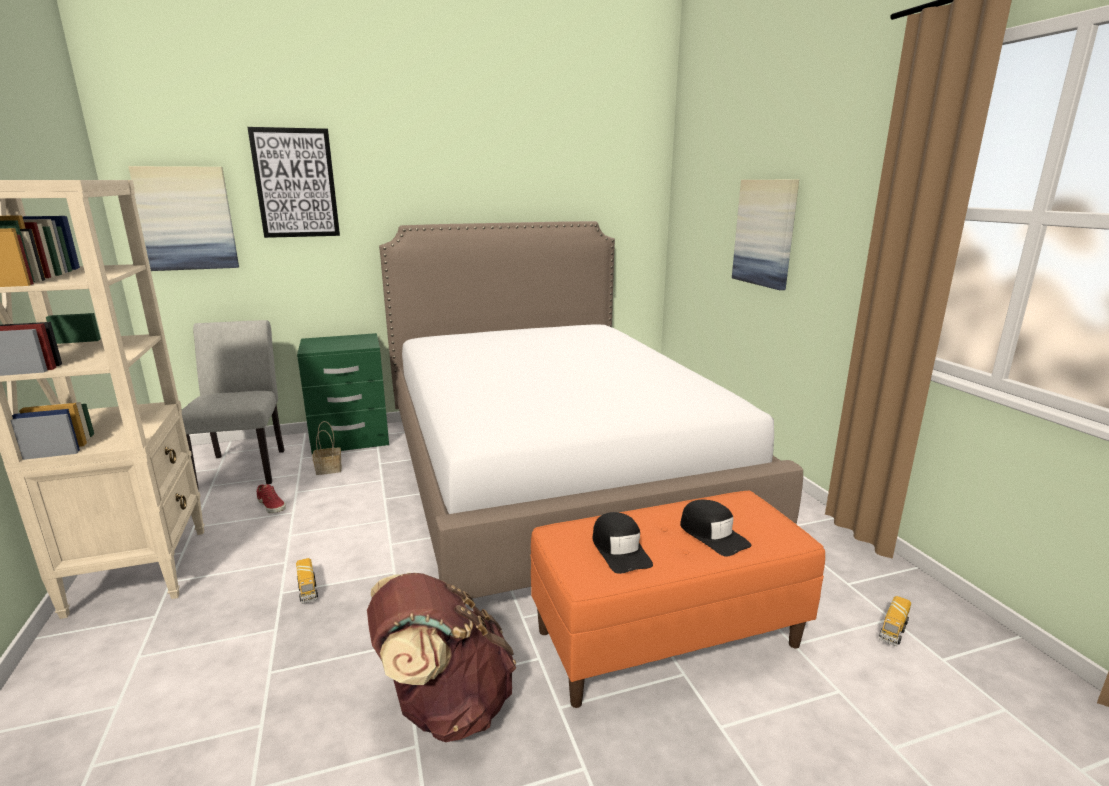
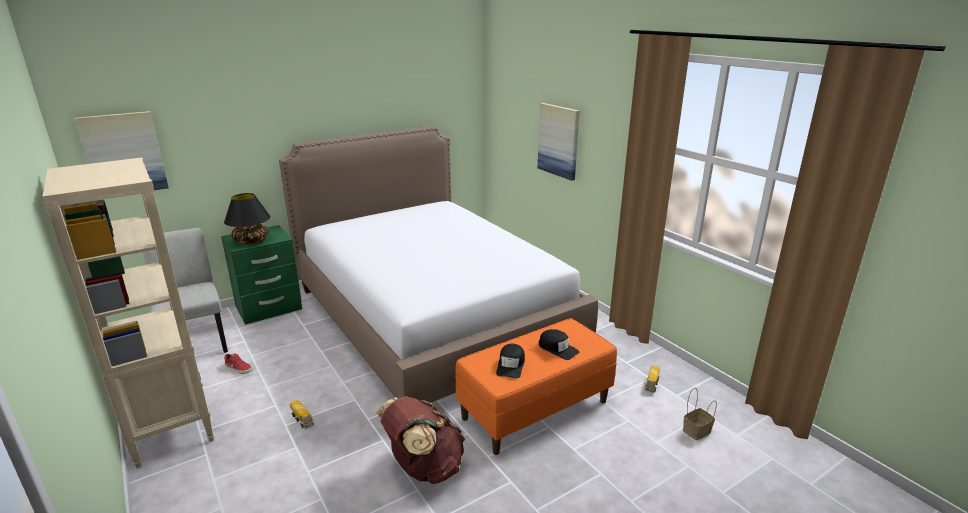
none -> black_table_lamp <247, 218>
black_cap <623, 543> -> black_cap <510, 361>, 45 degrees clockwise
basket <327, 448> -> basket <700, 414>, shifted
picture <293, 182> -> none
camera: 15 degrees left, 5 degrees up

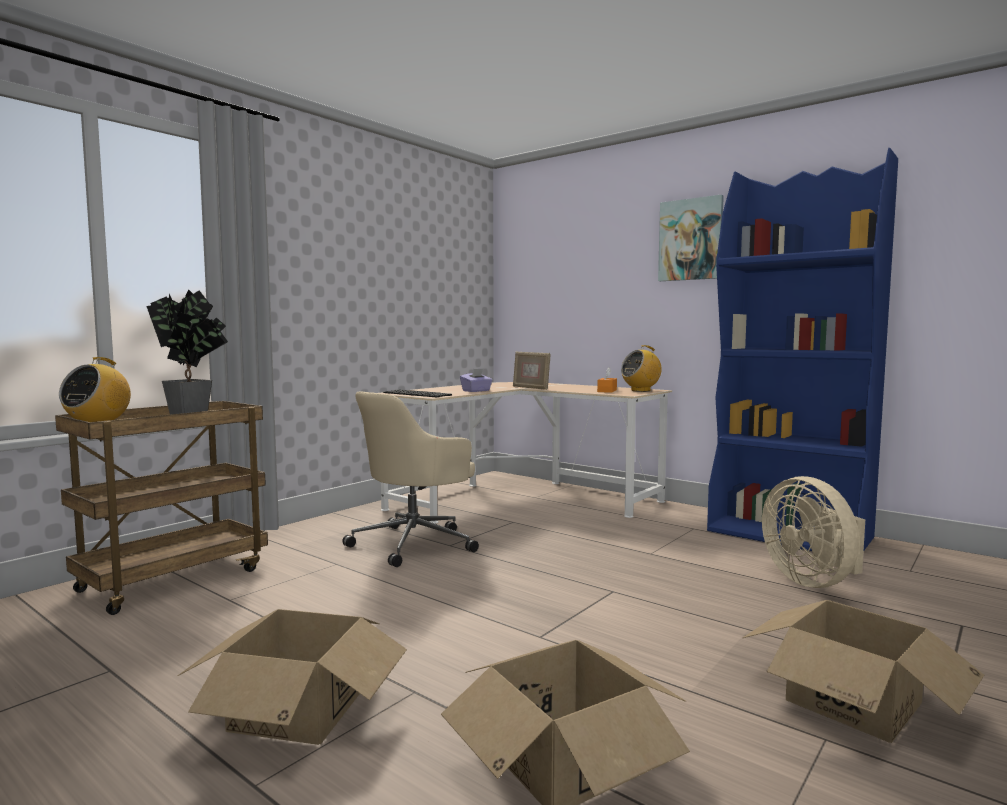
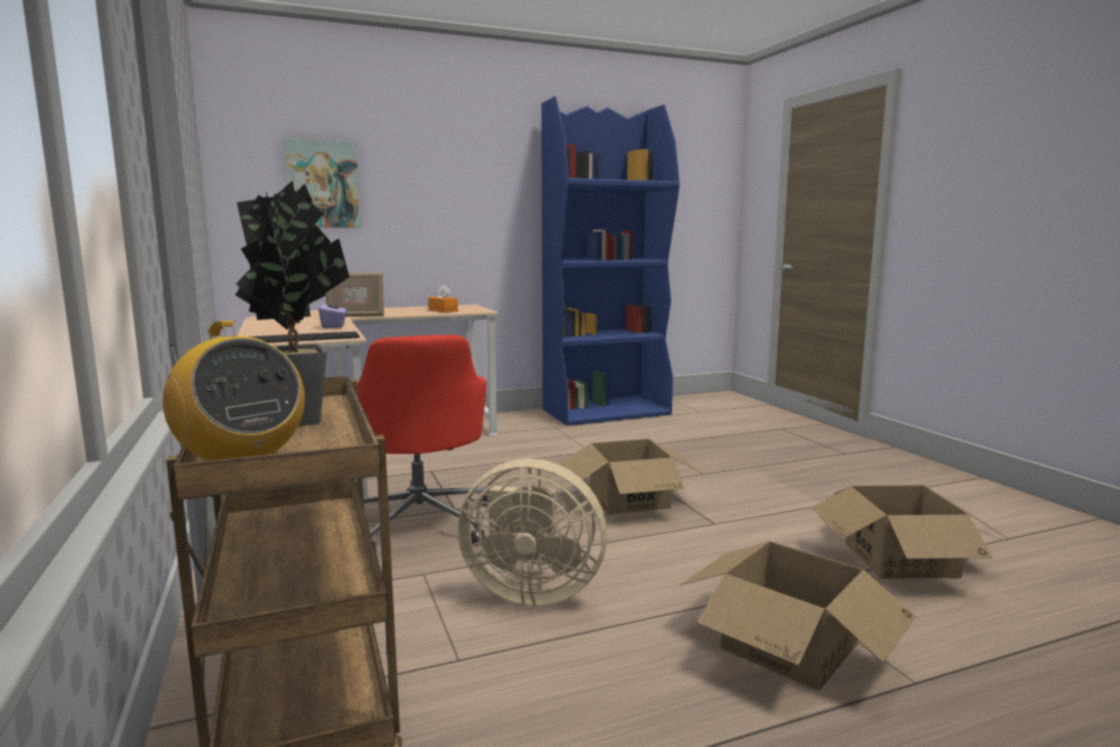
picture <691, 238> -> picture <322, 183>, shifted
beige_office_chair <411, 479> -> red_office_chair <423, 443>
beige_fan <813, 532> -> beige_fan <532, 532>, shifted
cardboard_box <863, 671> -> cardboard_box <631, 476>, shifted
radio <641, 368> -> none
camera: 60 degrees left, 5 degrees up

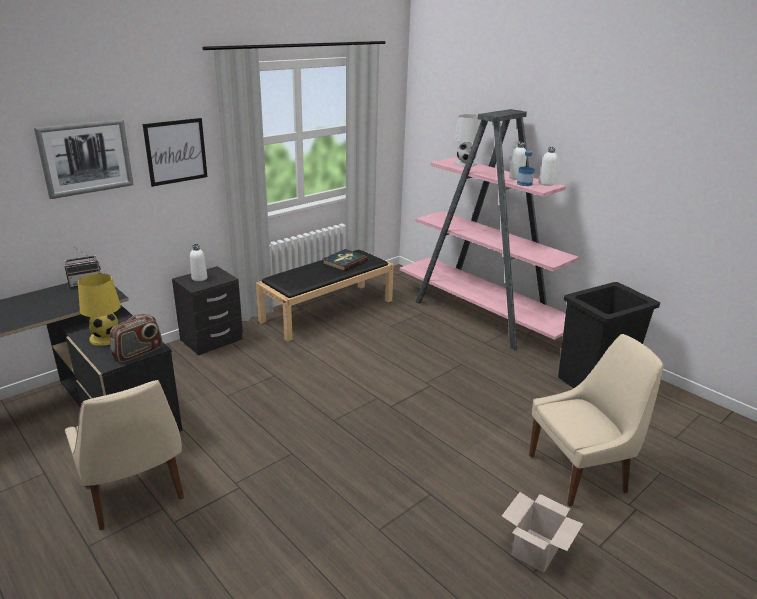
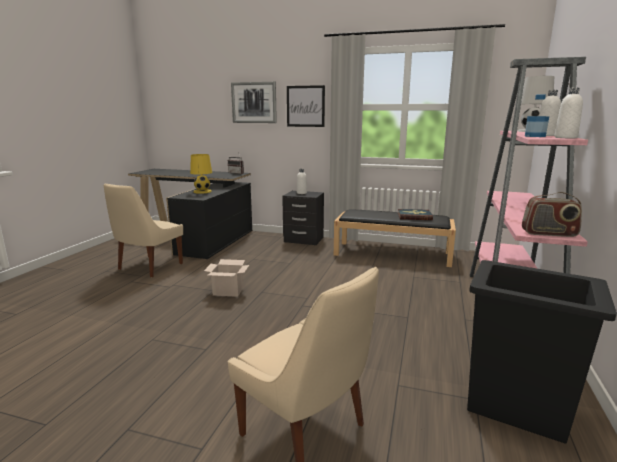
cardboard_box <542, 532> -> cardboard_box <226, 278>, shifted
radio <136, 338> -> radio <552, 214>, shifted
camera: 60 degrees right, 10 degrees down

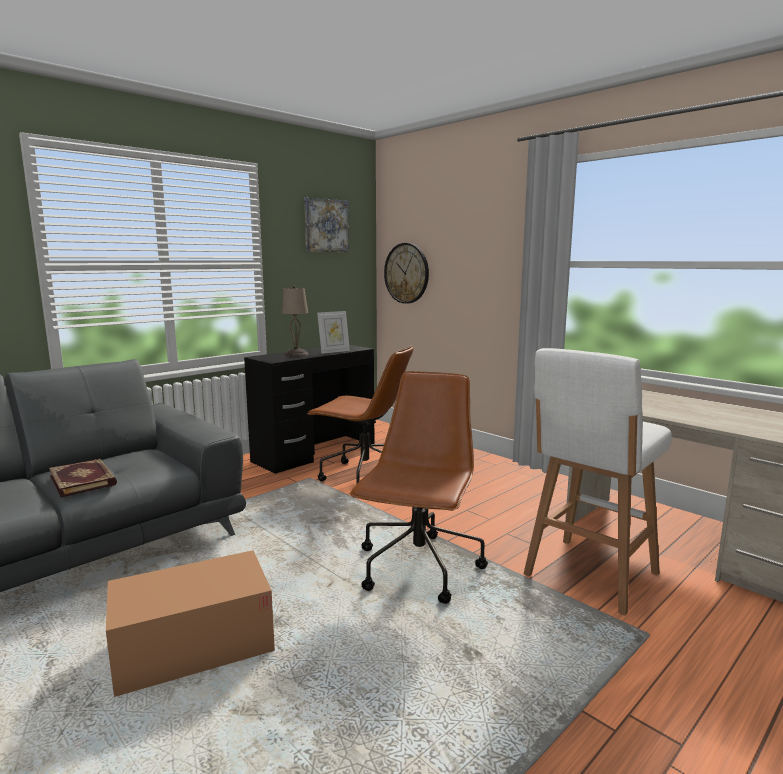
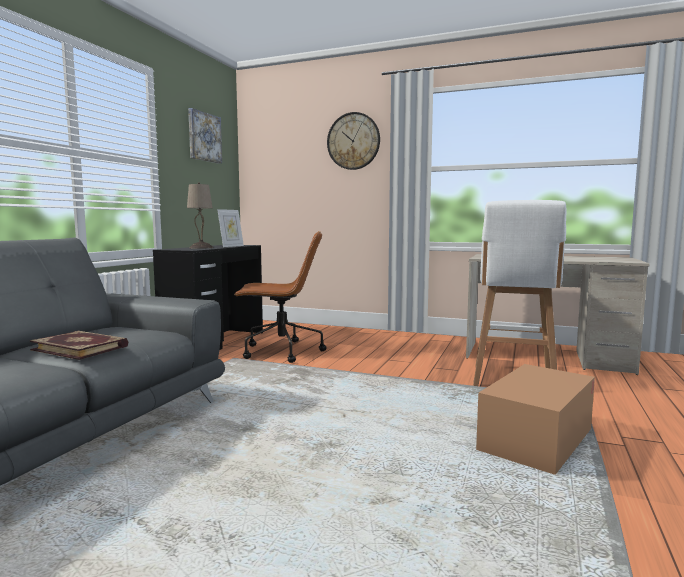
wall_clock <406, 273> -> wall_clock <353, 141>, shifted
cardboard_box <190, 623> -> cardboard_box <535, 419>, shifted
brown_office_chair <419, 487> -> none
camera: 25 degrees left, 5 degrees down

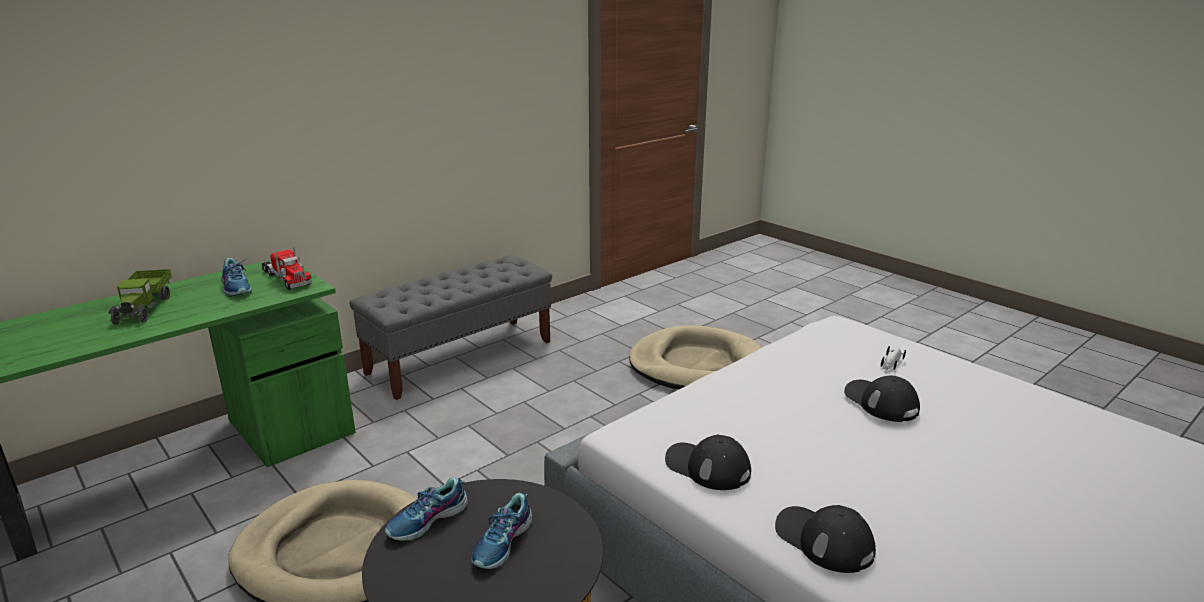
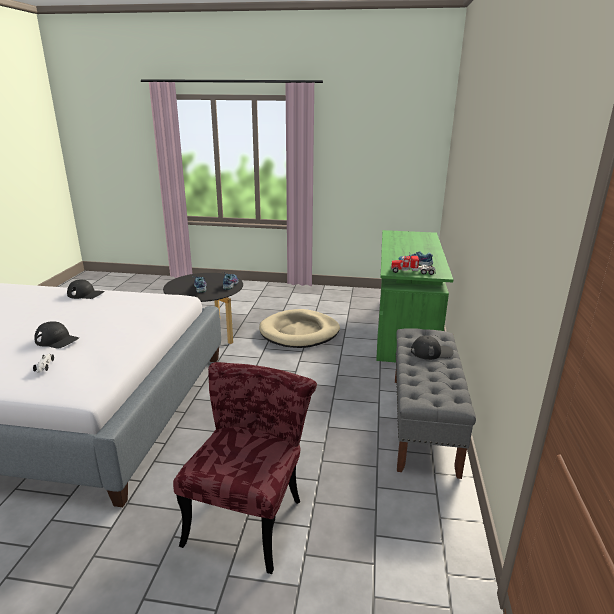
beige_dog_bed <695, 357> -> red_chair <245, 468>
black_cap <708, 462> -> black_cap <432, 347>, shifted
toy_truck <140, 296> -> none
camera: 140 degrees right, 0 degrees up

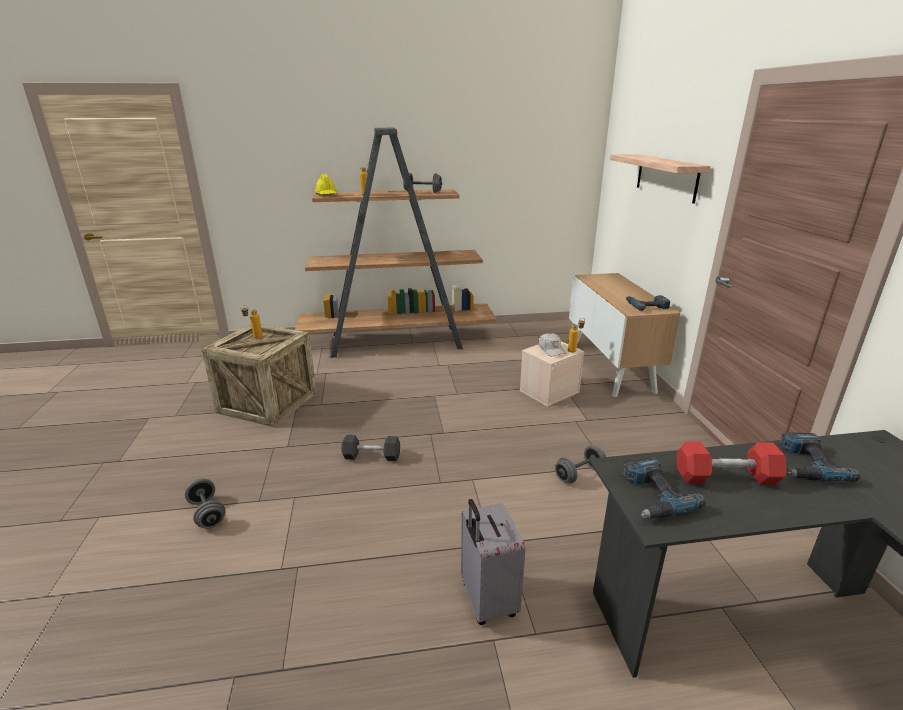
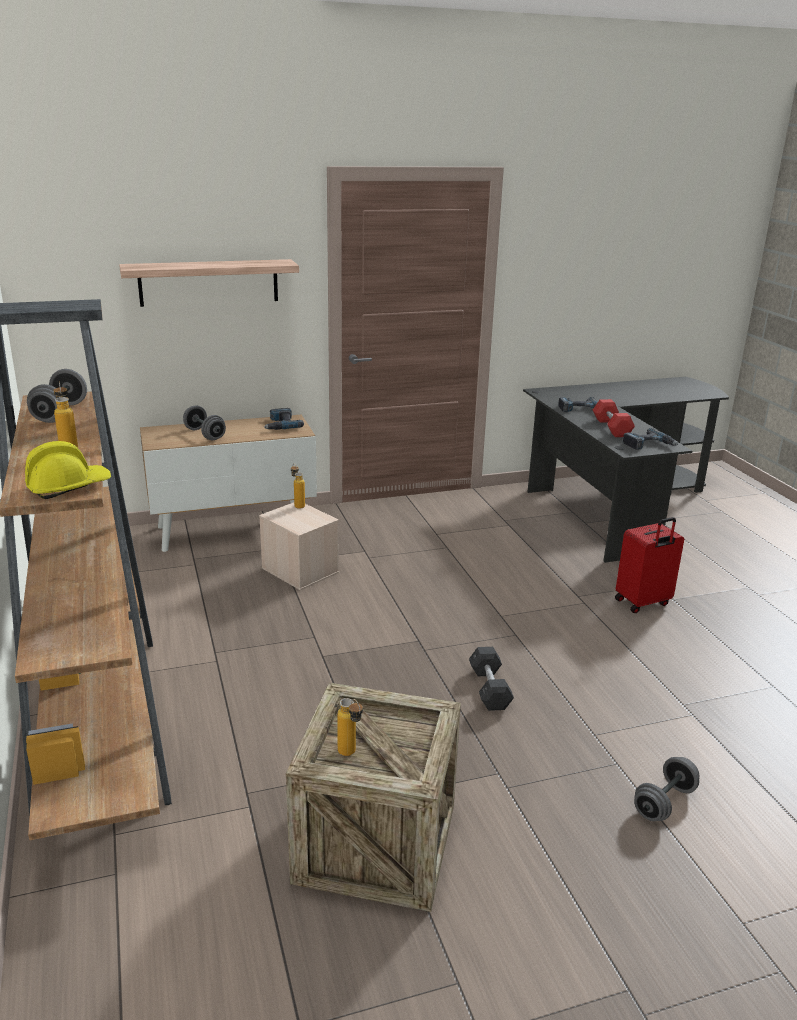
grey_dumbbell <580, 464> -> grey_dumbbell <204, 422>, shifted
grey_suitcase <493, 562> -> red_suitcase <649, 565>
white_cap <552, 344> -> none
camera: 100 degrees left, 0 degrees up

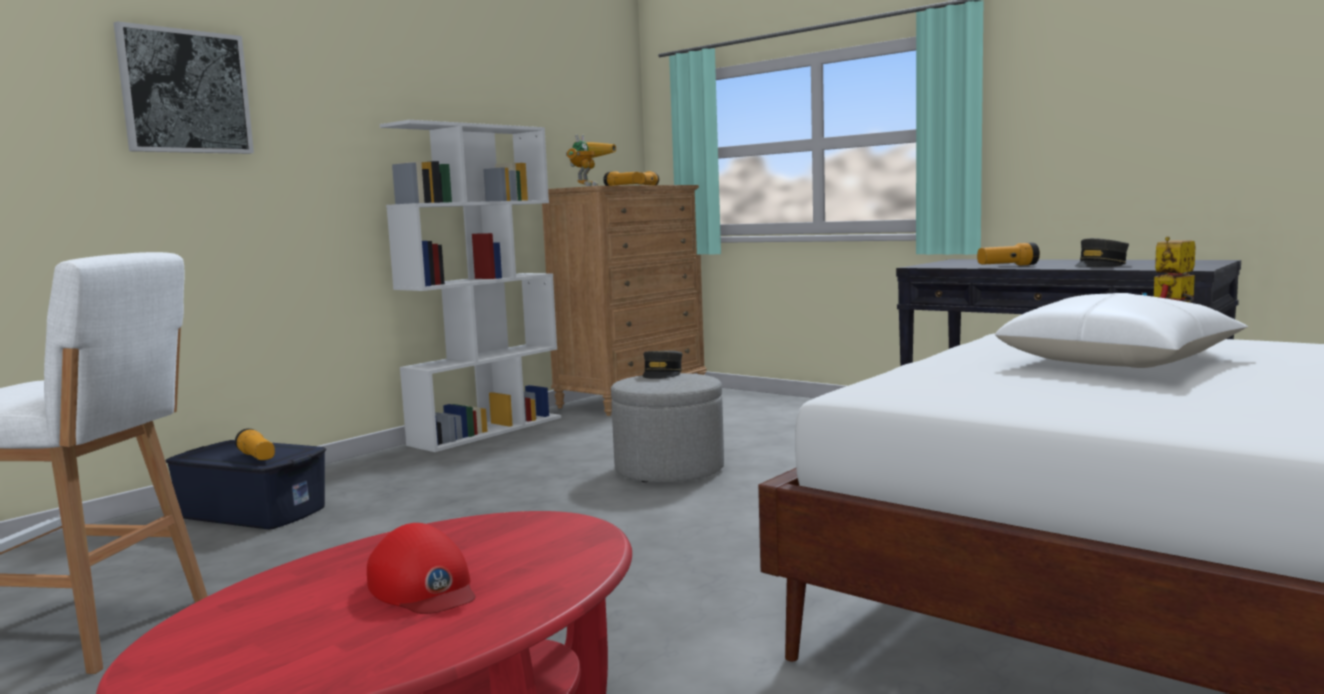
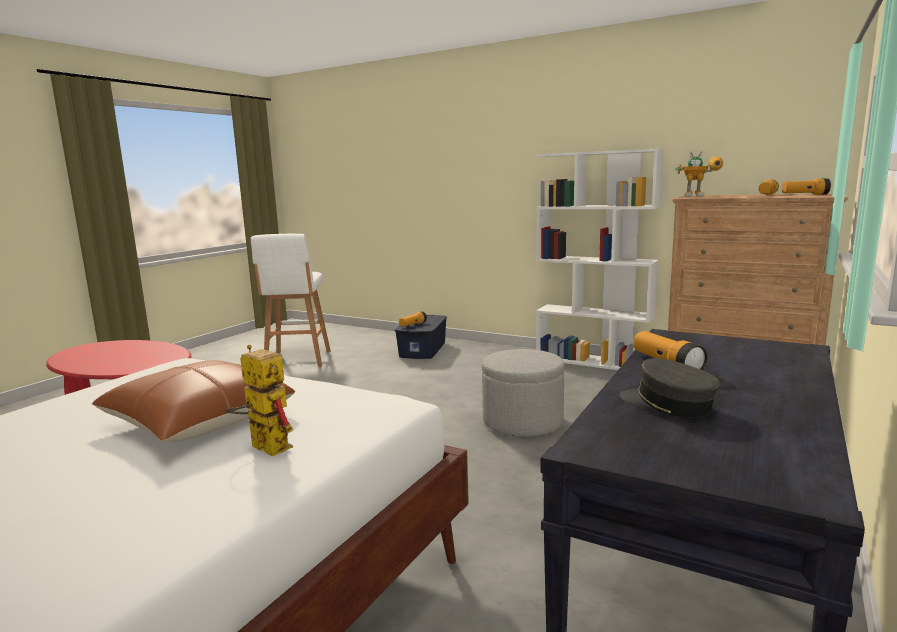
white_pillow <1121, 330> -> brown_pillow <193, 401>
picture <184, 87> -> none
red_cap <421, 568> -> none
grey_cap <662, 365> -> none
camera: 80 degrees right, 5 degrees up

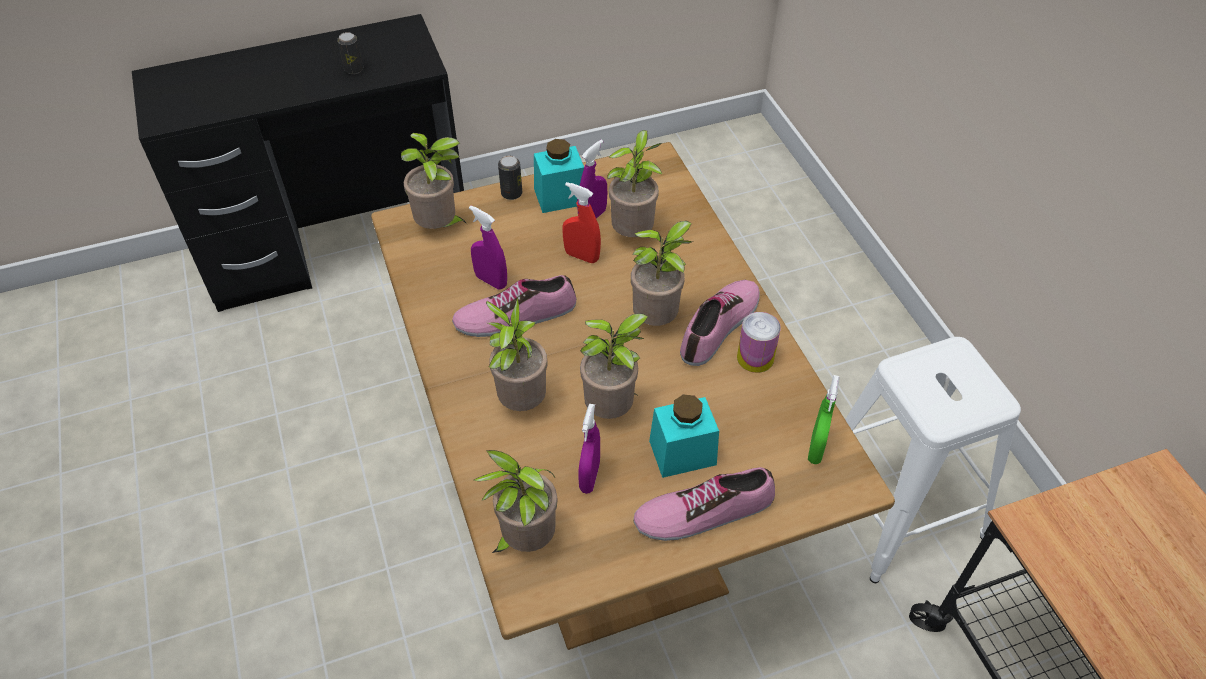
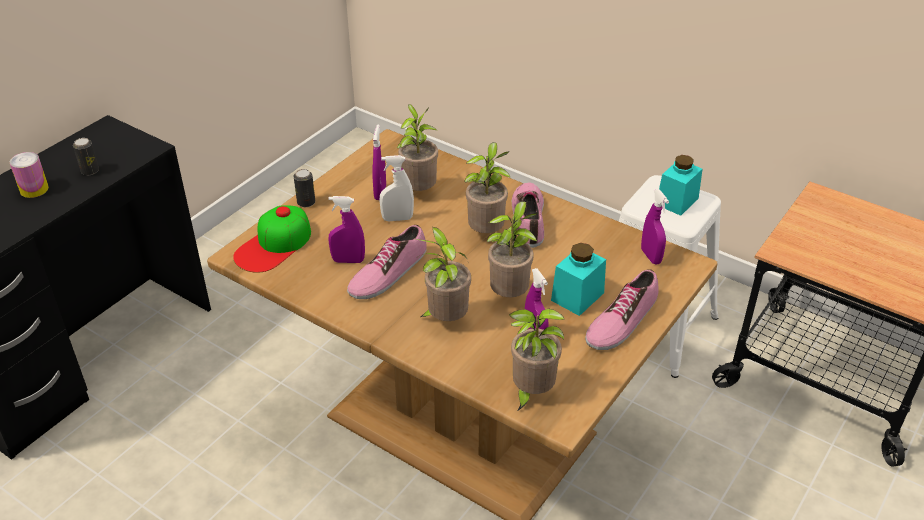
can <759, 342> -> can <29, 175>, shifted
potted_plant <434, 181> -> cap <272, 239>
red_spray_bottle <581, 222> -> white_spray_bottle <396, 188>
green_spray_bottle <824, 419> -> purple_spray_bottle <655, 226>
turquoise_jar <559, 176> -> turquoise_jar <681, 185>, shifted
camera: 35 degrees left, 10 degrees down

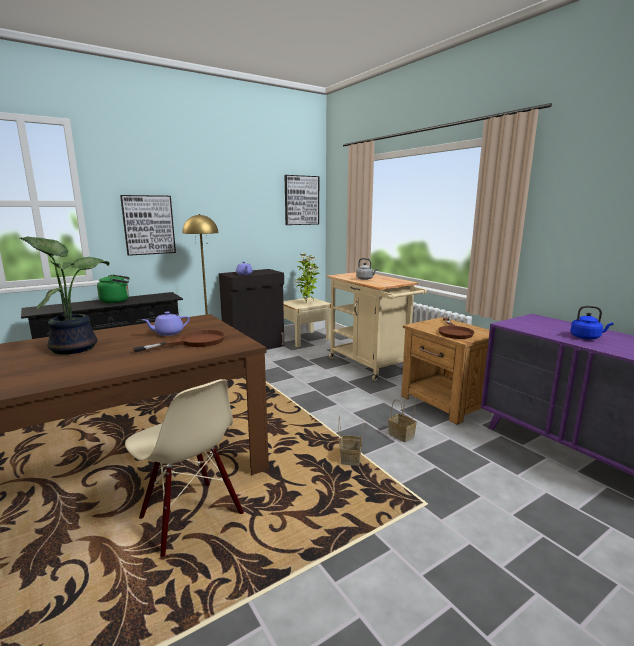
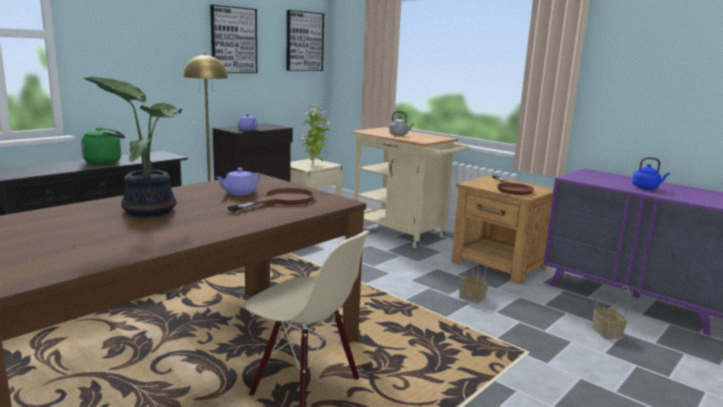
picture <148, 225> -> picture <233, 39>, shifted
basket <351, 441> -> basket <610, 312>, shifted
camera: 15 degrees left, 0 degrees up

